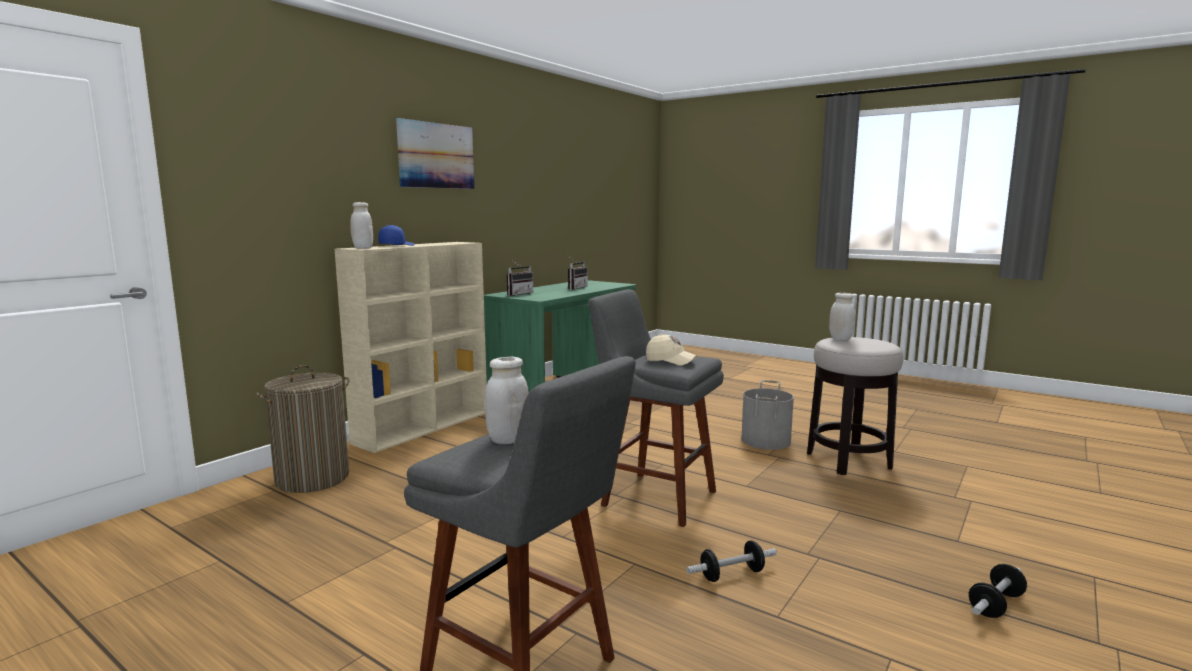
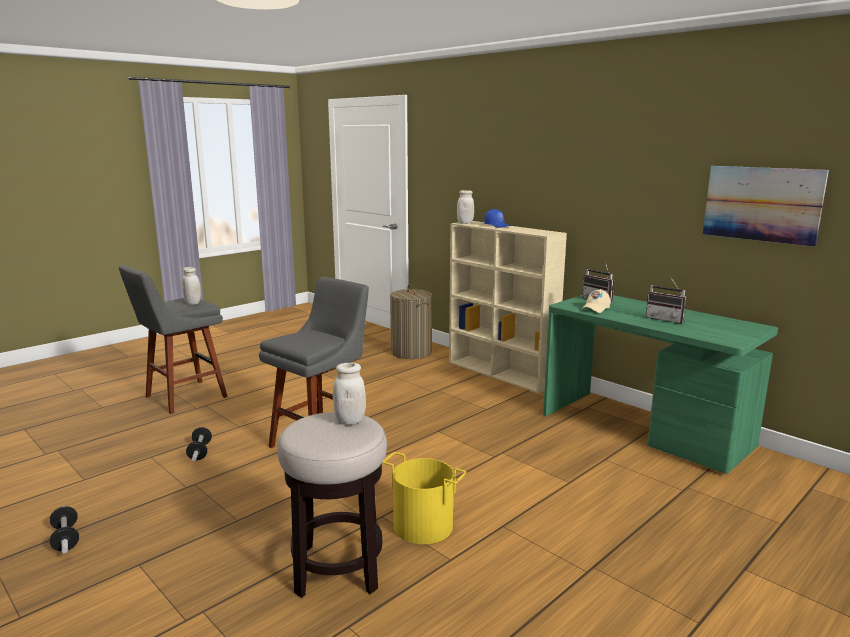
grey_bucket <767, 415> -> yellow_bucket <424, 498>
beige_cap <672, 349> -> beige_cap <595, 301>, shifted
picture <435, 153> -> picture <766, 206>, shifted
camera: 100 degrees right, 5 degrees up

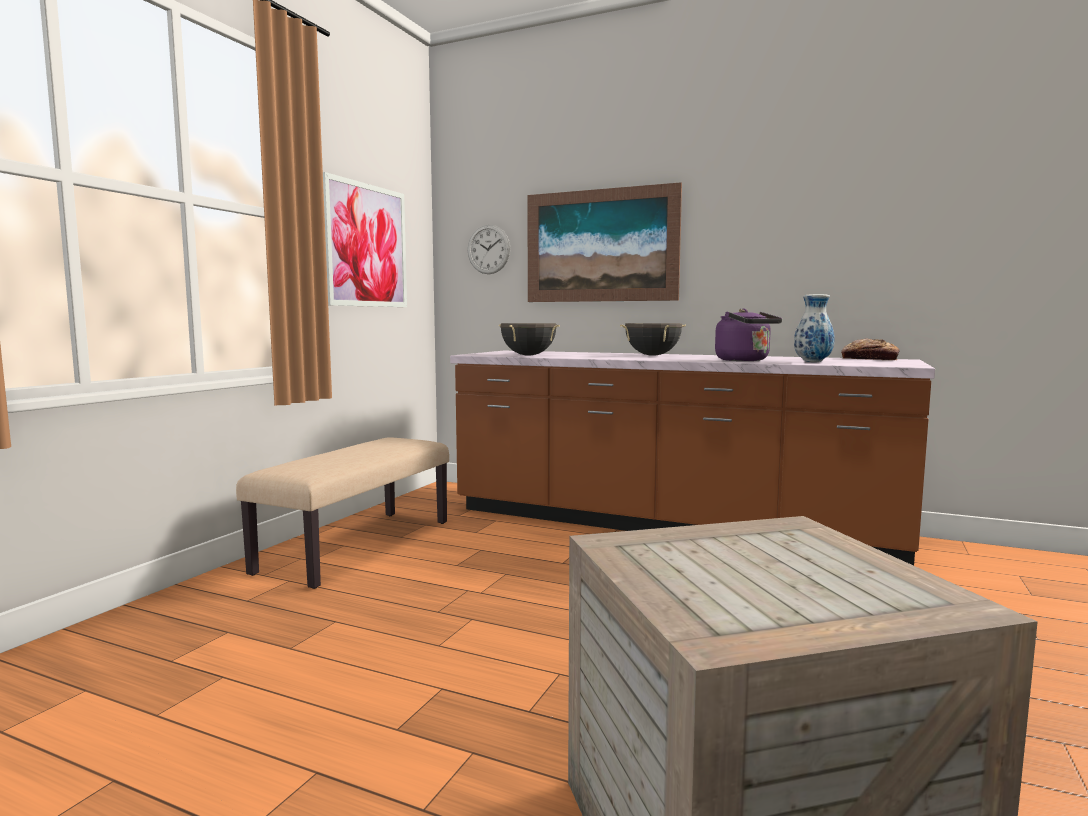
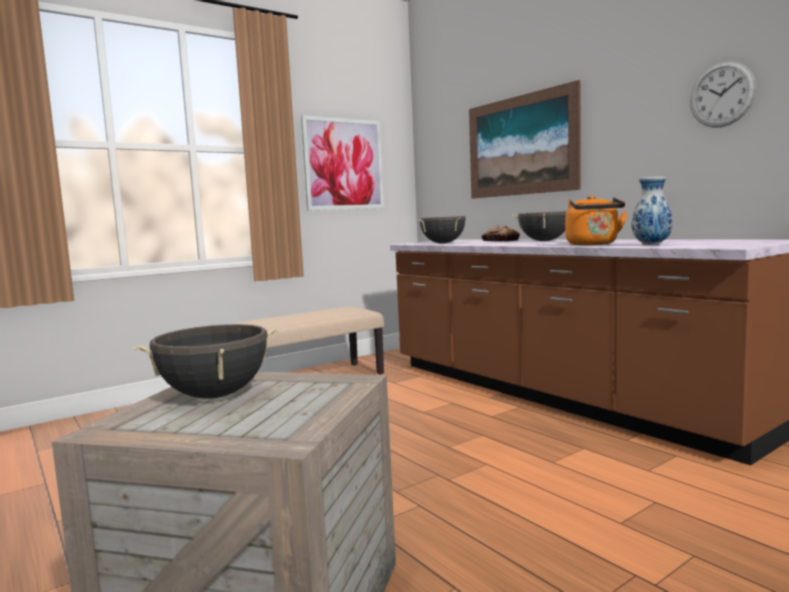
none -> black_cooking_pot <206, 361>
bread <870, 349> -> bread <500, 234>, shifted
purple_kettle <748, 334> -> orange_kettle <596, 220>
wall_clock <489, 249> -> wall_clock <723, 94>, shifted
camera: 30 degrees right, 0 degrees up

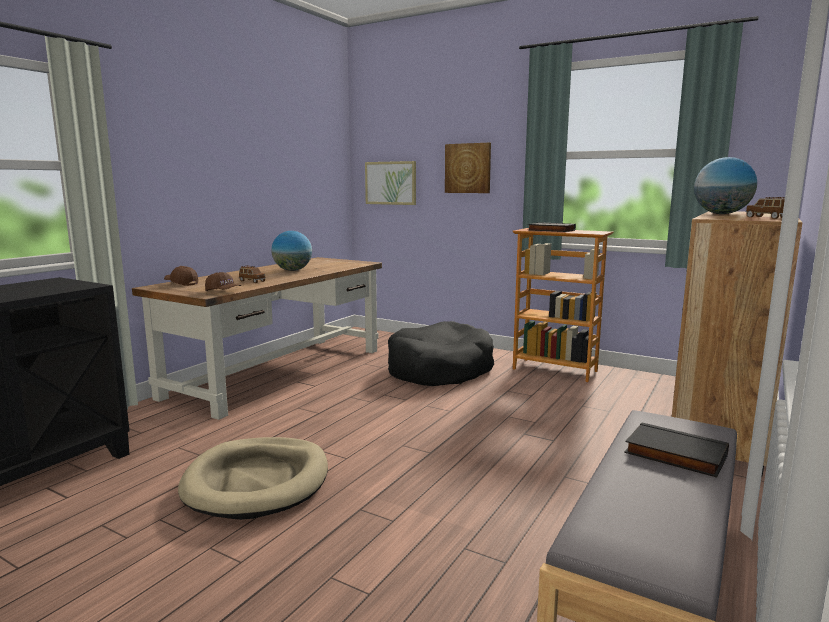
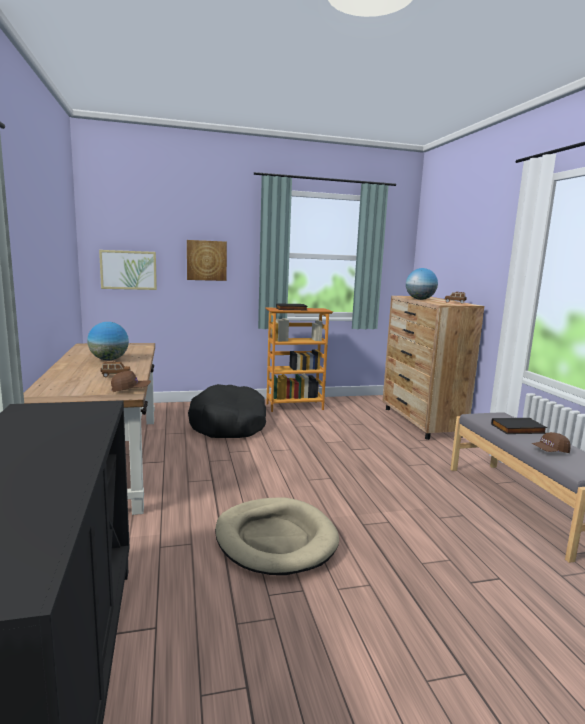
brown_cap <181, 276> -> brown_cap <551, 442>, shifted
camera: 45 degrees left, 0 degrees up

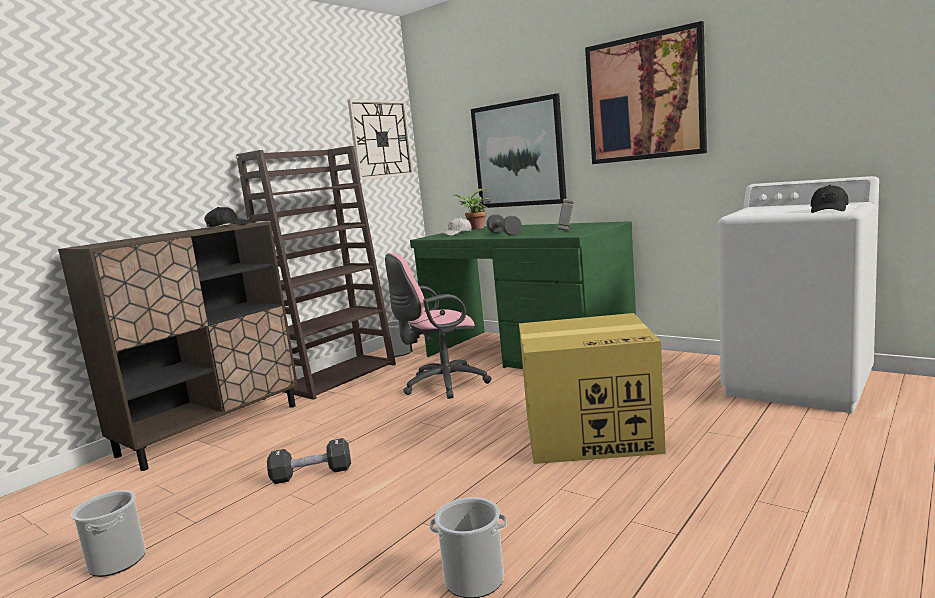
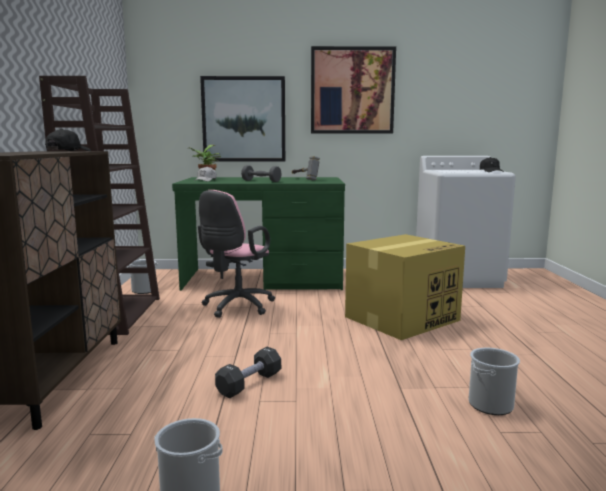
wall_clock <381, 139> -> none
camera: 40 degrees left, 0 degrees up

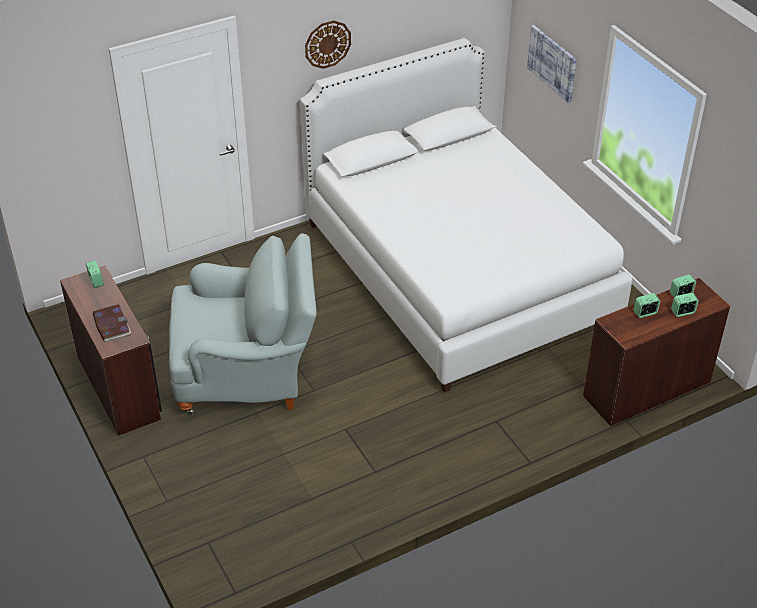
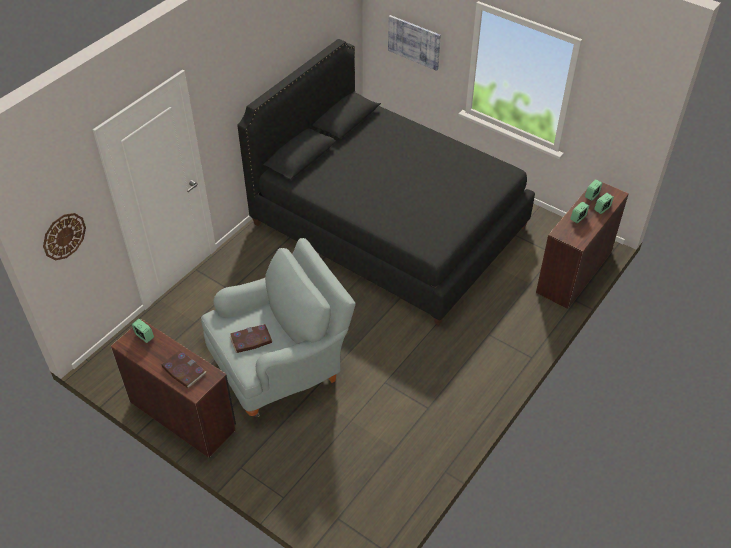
wall_clock <328, 44> -> wall_clock <64, 236>, shifted
none -> book <251, 338>
white_bed <466, 215> -> black_bed <386, 182>
camera: 25 degrees left, 5 degrees up

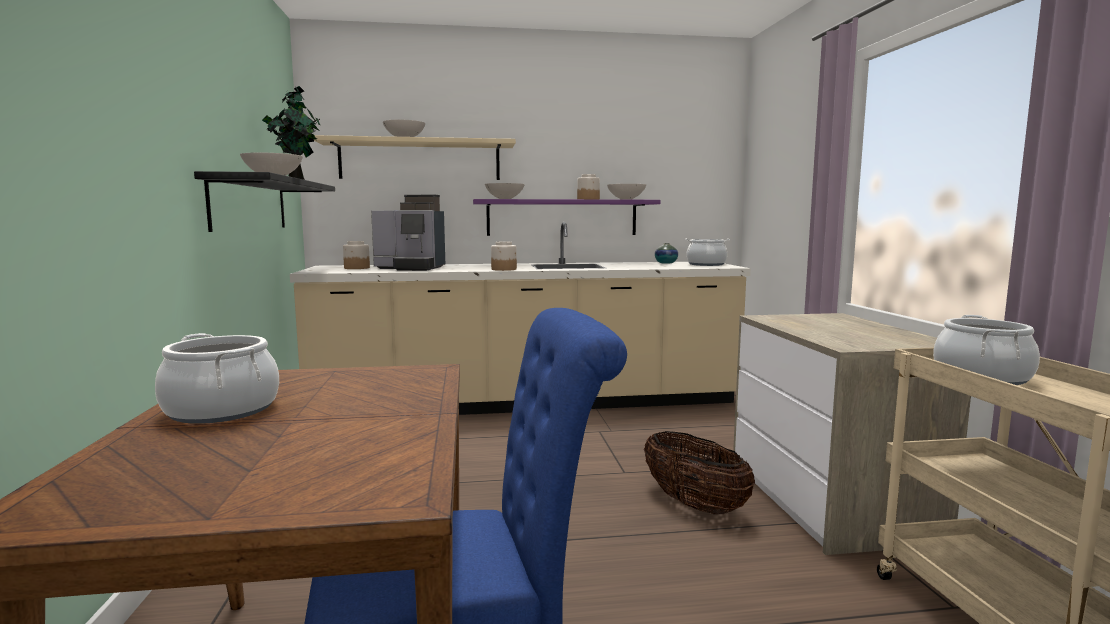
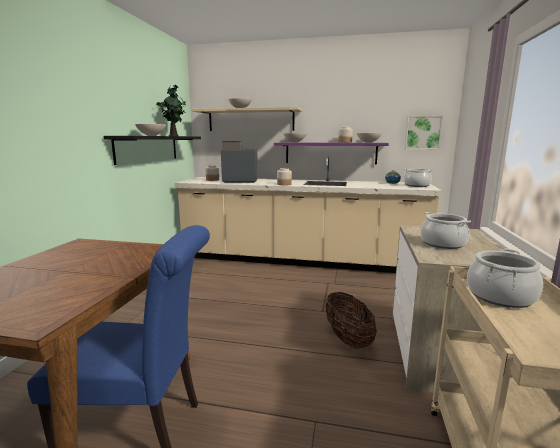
coffee_machine <408, 233> -> coffee_machine <239, 162>, 150 degrees clockwise
none -> picture <424, 133>
cooking_pot <217, 378> -> cooking_pot <446, 230>, shifted
camera: 20 degrees right, 5 degrees up

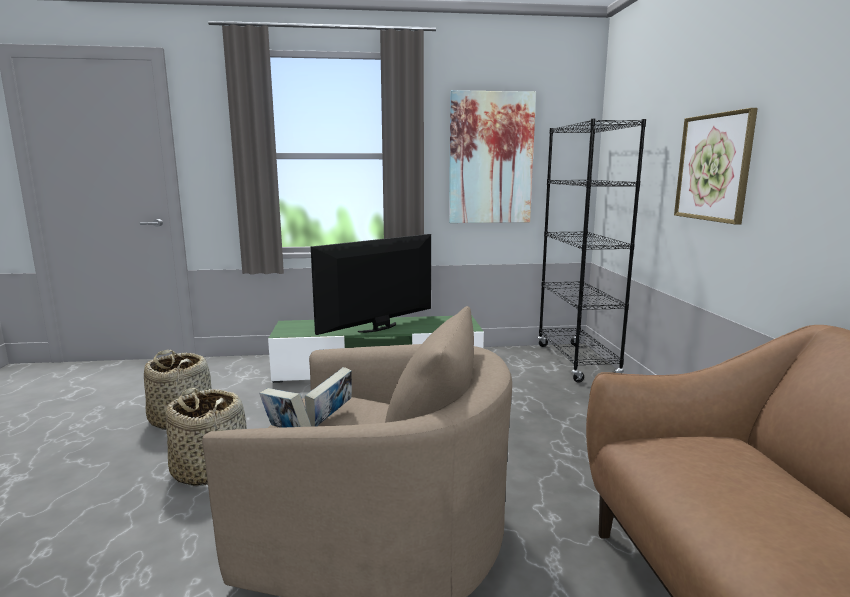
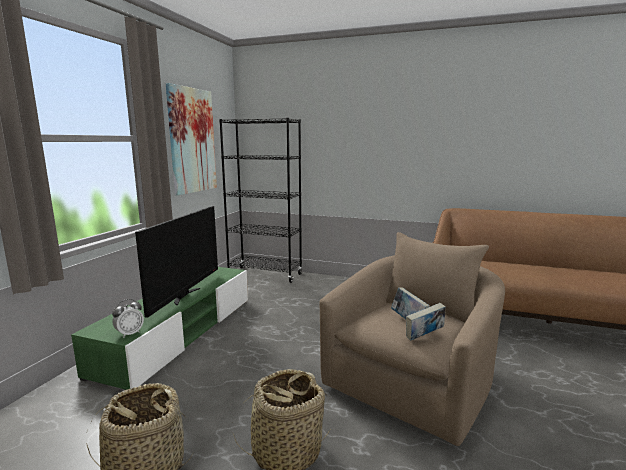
none -> alarm_clock <128, 318>
television <371, 284> -> television <176, 262>, 150 degrees counterclockwise
picture <716, 166> -> none
camera: 65 degrees left, 0 degrees up

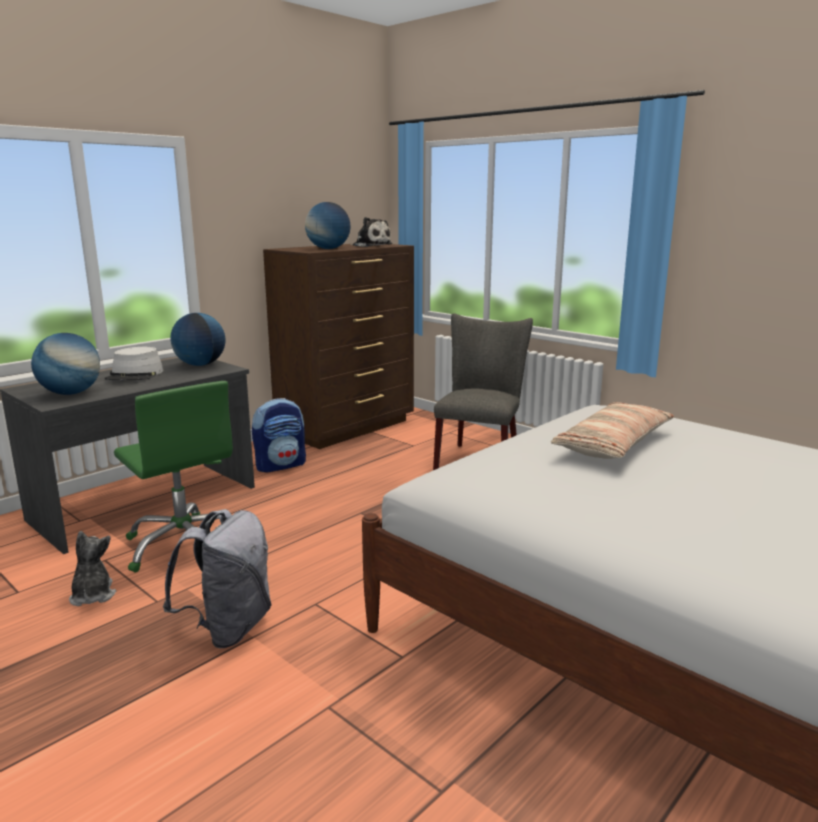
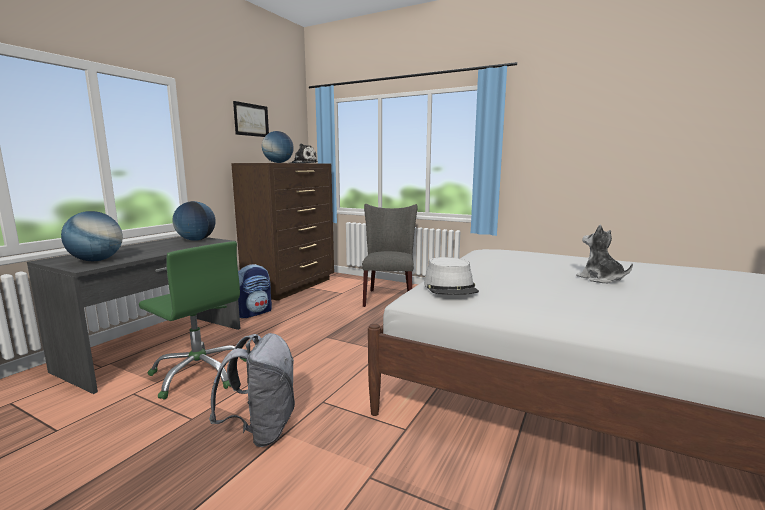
none -> picture <251, 119>
grey_hat <134, 363> -> grey_hat <451, 276>, shifted
plush_toy <92, 568> -> plush_toy <604, 254>, shifted
pillow <612, 430> -> none
camera: 15 degrees left, 5 degrees down

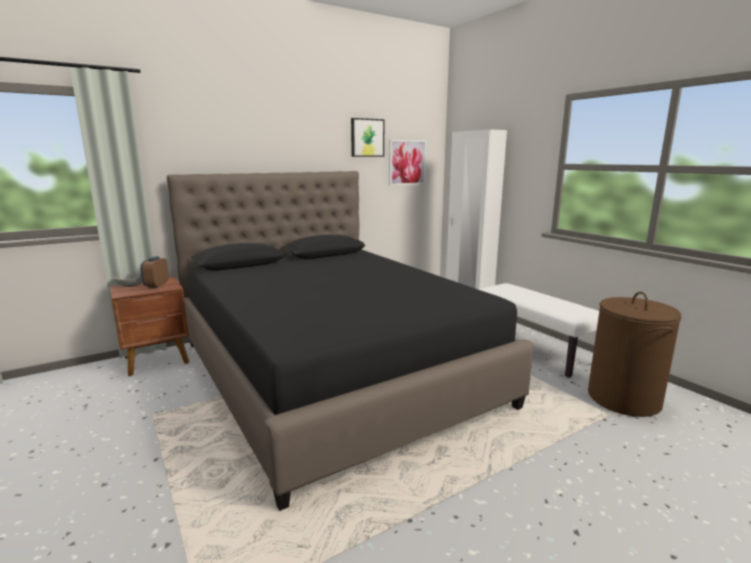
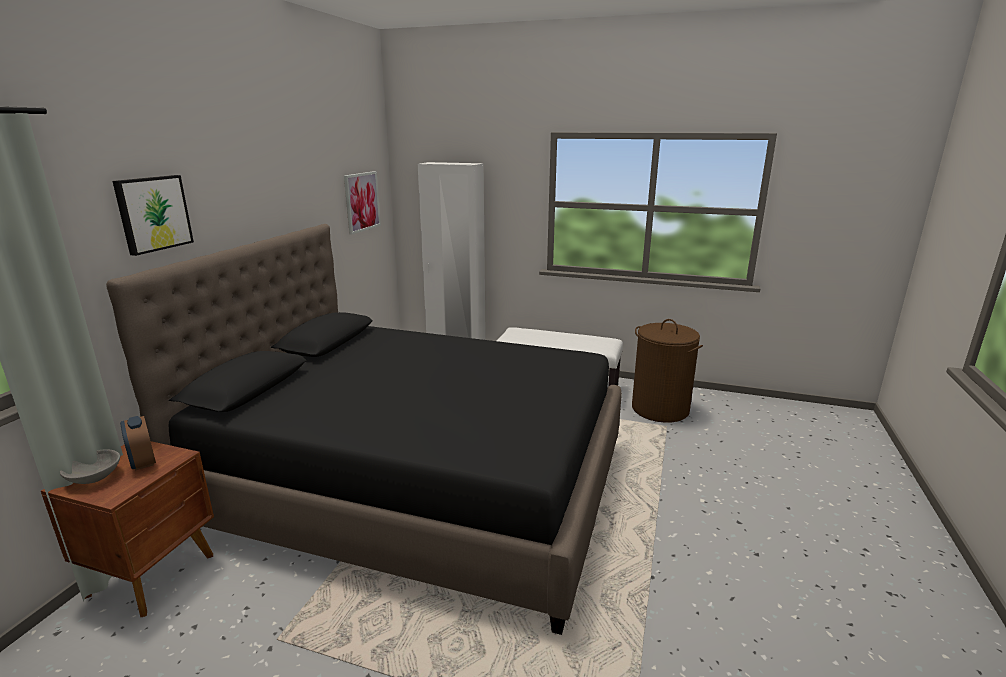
picture <367, 137> -> picture <153, 215>, shifted
camera: 40 degrees left, 5 degrees up

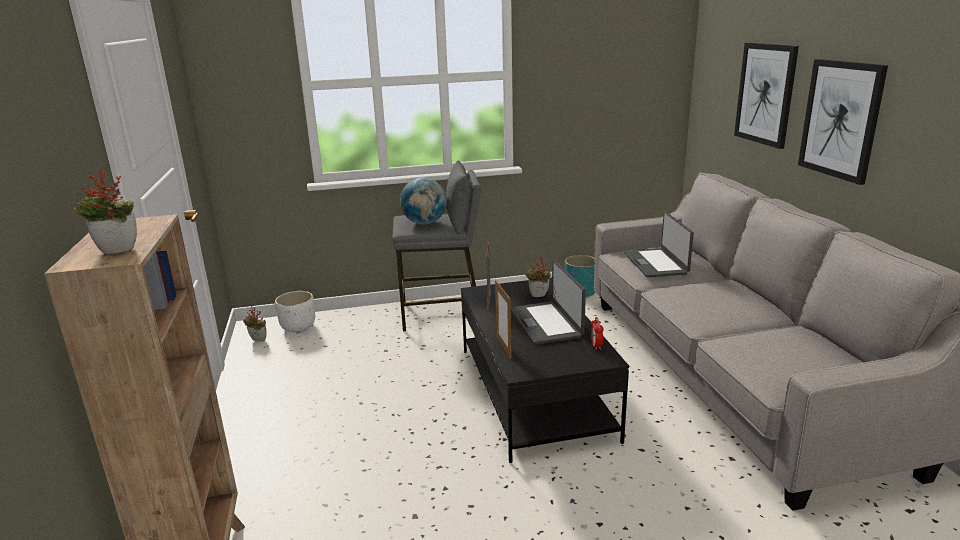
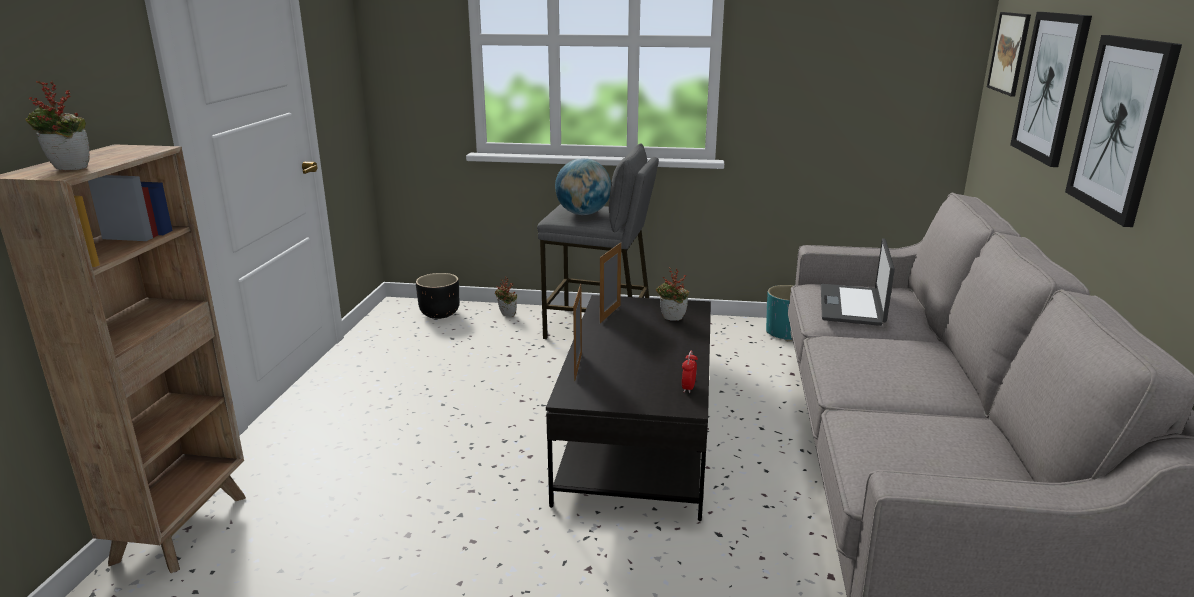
white_planter <295, 311> -> black_planter <437, 296>
potted_plant <255, 323> -> potted_plant <506, 296>, shifted
none -> picture <1009, 54>
laptop <548, 302> -> none
camera: 20 degrees right, 0 degrees up

